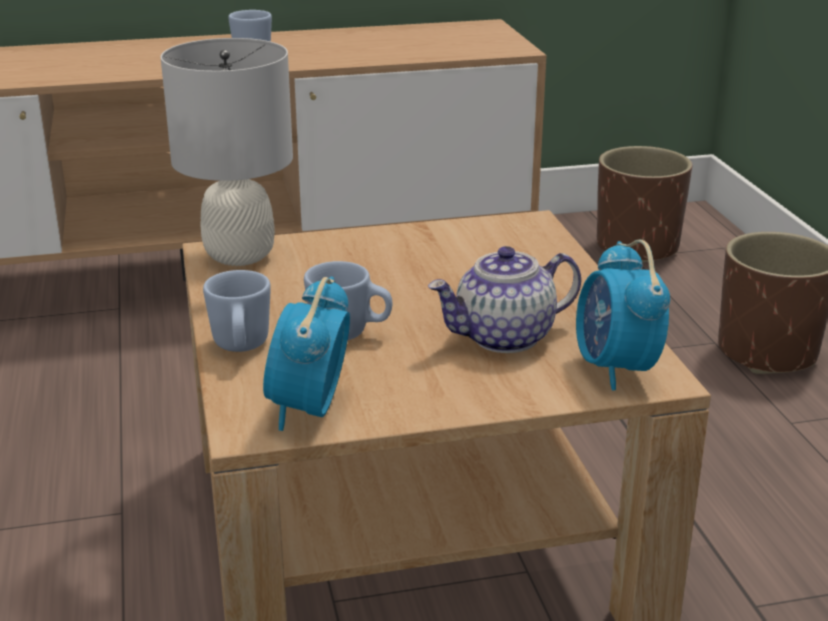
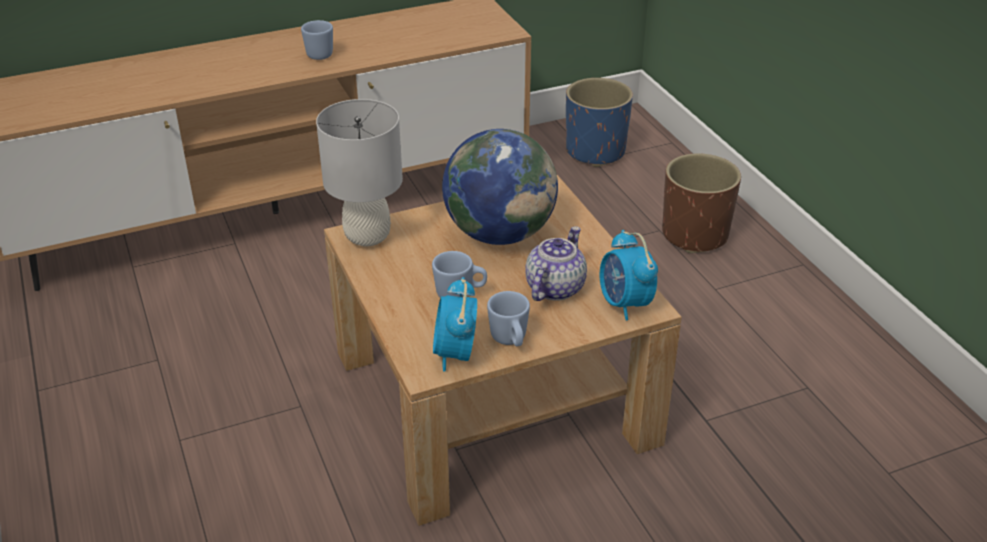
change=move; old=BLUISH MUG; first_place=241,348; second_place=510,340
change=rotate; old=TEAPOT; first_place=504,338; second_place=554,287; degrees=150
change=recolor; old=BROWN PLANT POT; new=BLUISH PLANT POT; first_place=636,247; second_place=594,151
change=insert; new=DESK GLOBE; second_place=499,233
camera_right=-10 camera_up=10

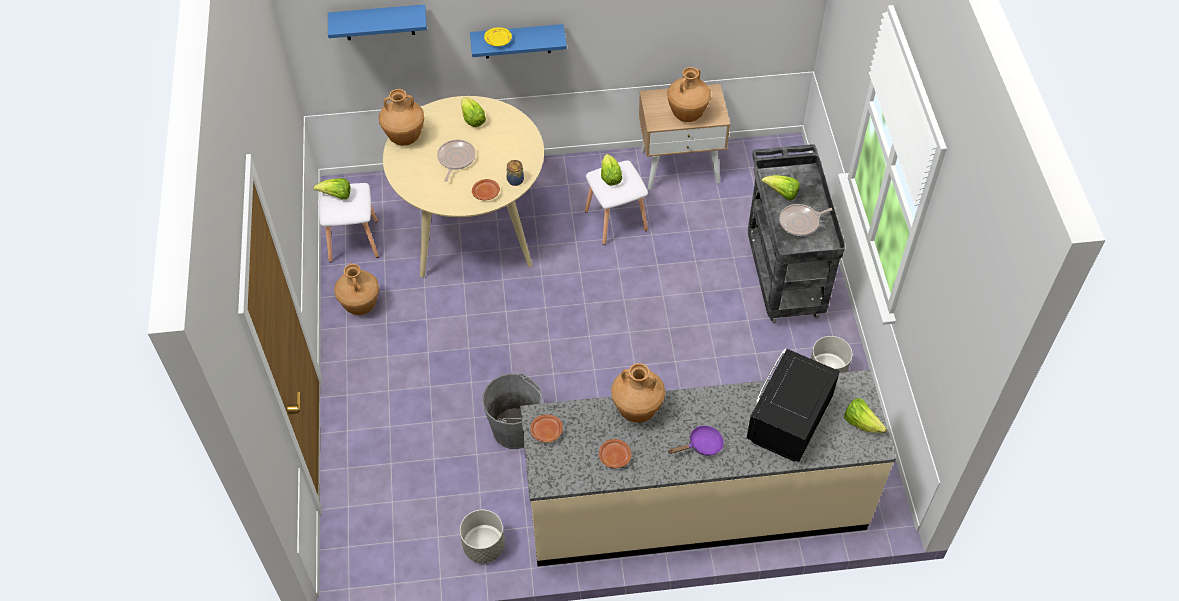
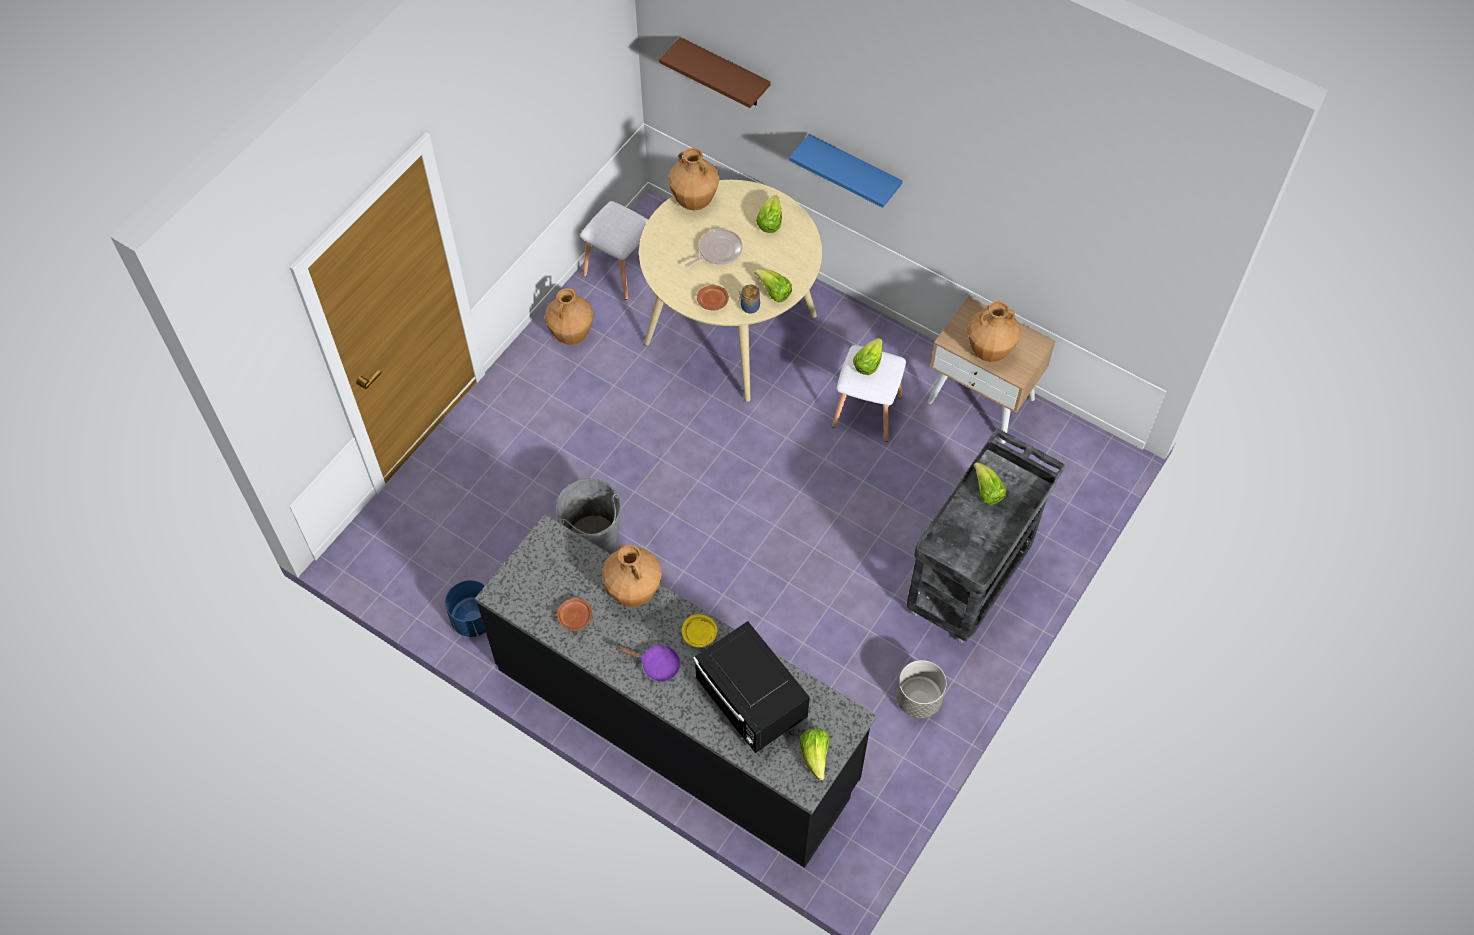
change=move; old=HEAD OF LETTUCE; first_place=336,195; second_place=774,292
change=recolor; old=BLUISH SHELF; new=BROWN SHELF; first_place=379,22; second_place=725,74
change=recolor; old=GREYISH PLANT POT; new=BLUISH PLANT POT; first_place=483,546; second_place=473,619
change=move; old=YELLOW DINNER PLATE; first_place=498,40; second_place=699,634
change=recolor; old=BEIGE-COLOURED KITCHEN BASE UNIT; new=BLACKISH KITCHEN BASE UNIT; first_place=695,505; second_place=677,724
change=delete; old=BROWN DINNER PLATE; first_place=546,431
change=rotate; old=BLACKISH MICROWAVE; first_place=787,421; second_place=751,702; degrees=-105
change=delete; old=SKILLET; first_place=801,222
camera_right=40 camera_up=5

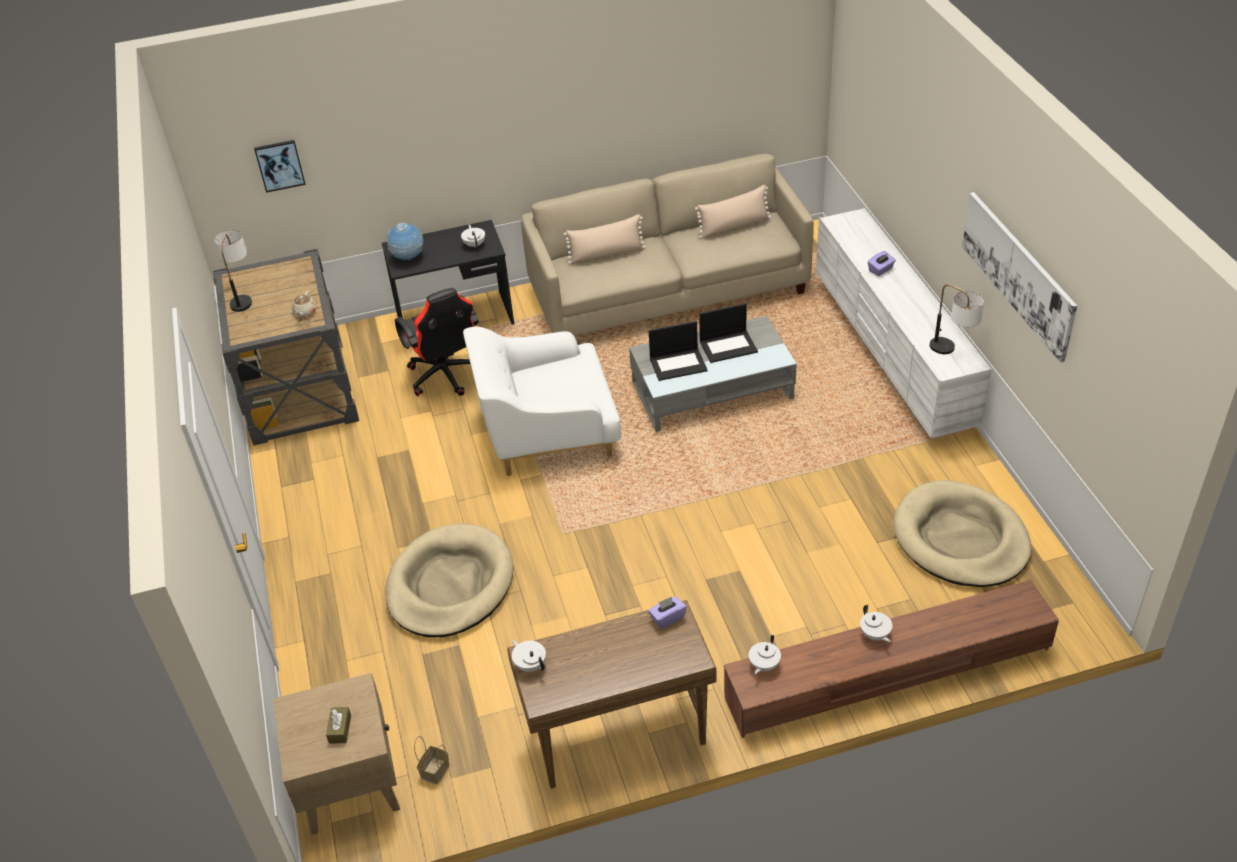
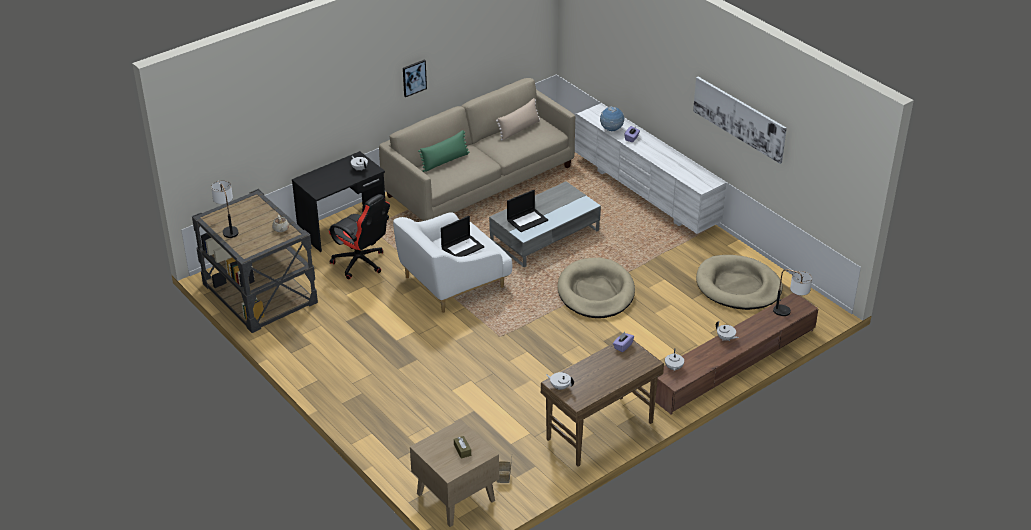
change=move; old=WALL PICTURE; first_place=279,165; second_place=414,77
change=move; old=BEIGE-COLOURED PET BED; first_place=450,585; second_place=596,292
change=move; old=DESK GLOBE; first_place=408,258; second_place=611,130
change=recolor; old=BEIGE-COLOURED THROW PILLOW; new=GREEN THROW PILLOW; first_place=606,254; second_place=445,161
change=move; old=LAPTOP; first_place=728,346; second_place=462,247
change=move; old=TABLE LAMP; first_place=952,352; second_place=790,313
camera_right=-25 camera_up=-5

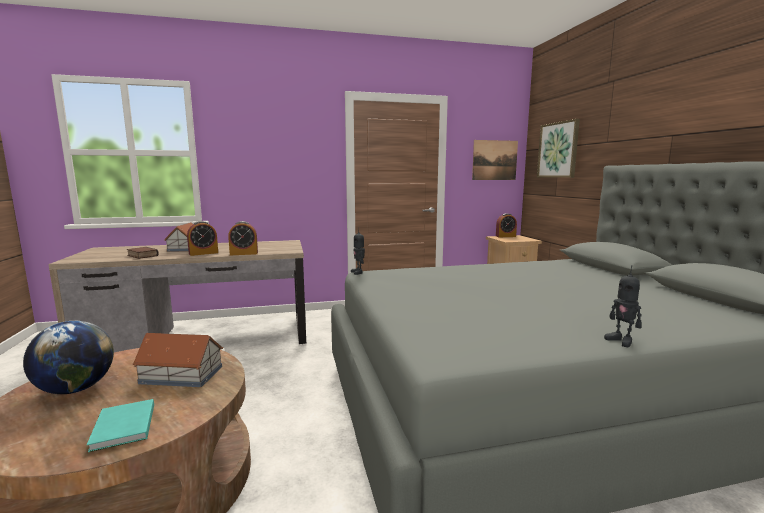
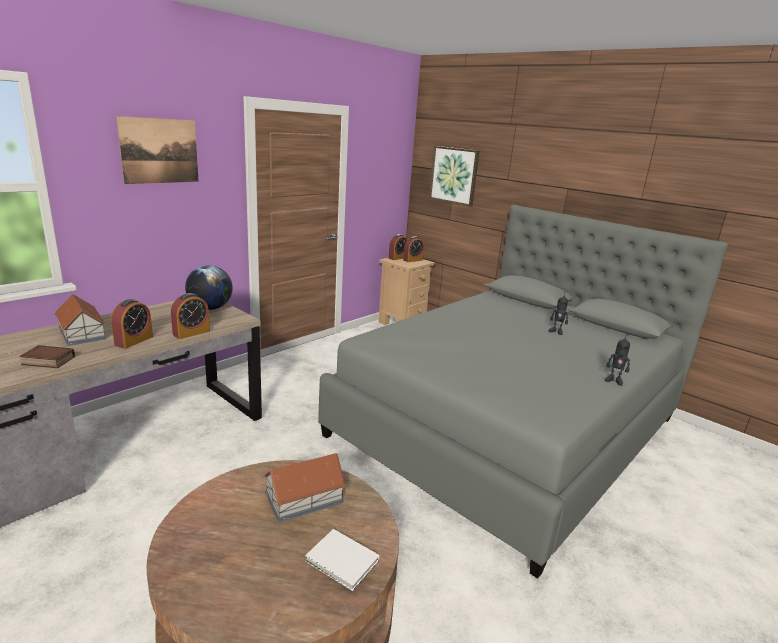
change=move; old=DESK GLOBE; first_place=75,389; second_place=210,308
change=recolor; old=TURQUOISE BOUND BOOK; new=WHITISH BOUND BOOK; first_place=122,428; second_place=343,562
change=move; old=ROBOT FIGURE; first_place=358,272; second_place=556,331
change=move; old=WALL PICTURE; first_place=494,160; second_place=160,151
change=insert; new=BEDSIDE CLOCK; second_place=413,260
camera_right=-35 camera_up=10

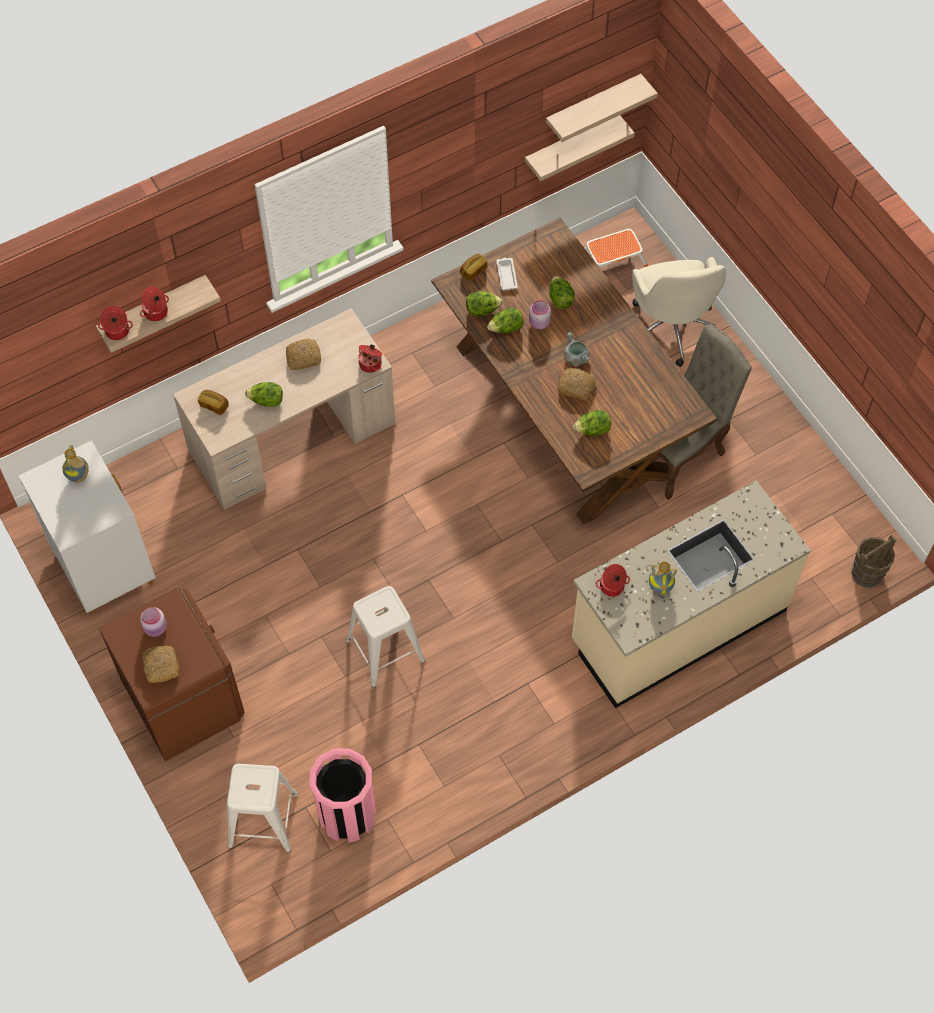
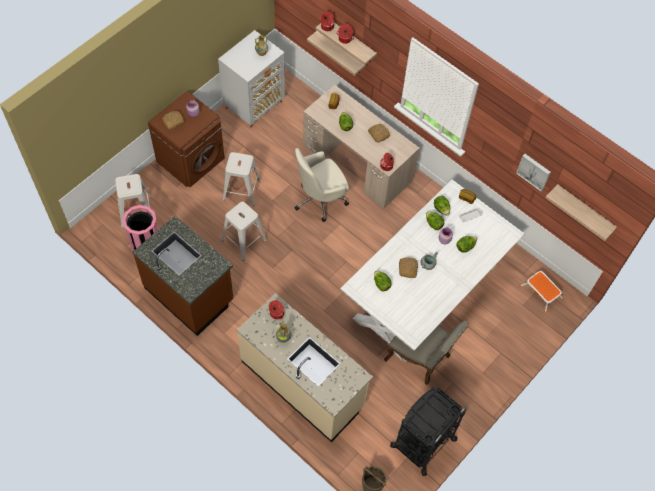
change=recolor; old=BROWN KITCHEN TABLE; new=WHITISH KITCHEN TABLE; first_place=566,409; second_place=425,292
change=move; old=SHELF; first_place=571,146; second_place=341,52
change=move; old=BEIGE-COLOURED DESK CHAIR; first_place=670,328; second_place=320,200
change=insert; new=BROWN KITCHEN BASE UNIT; second_place=190,294
change=insert; new=WHITISH STOOL; second_place=241,190
change=insert; new=BLACKISH WHEELED CART; second_place=423,442
change=insert; new=WALL PICTURE; second_place=534,171
camera_right=70 camera_up=0

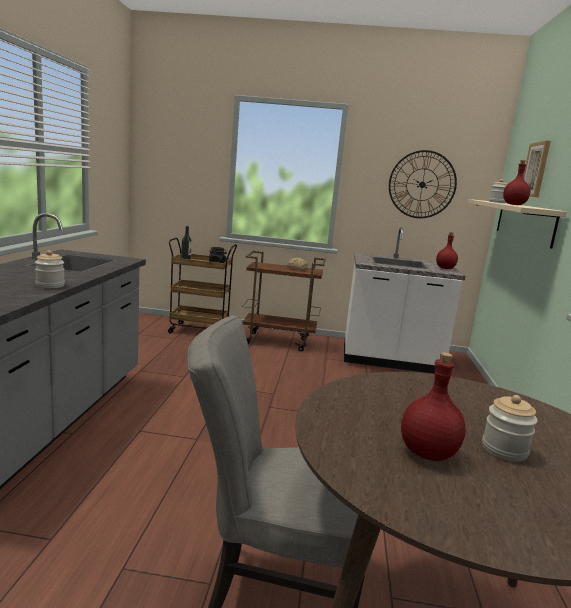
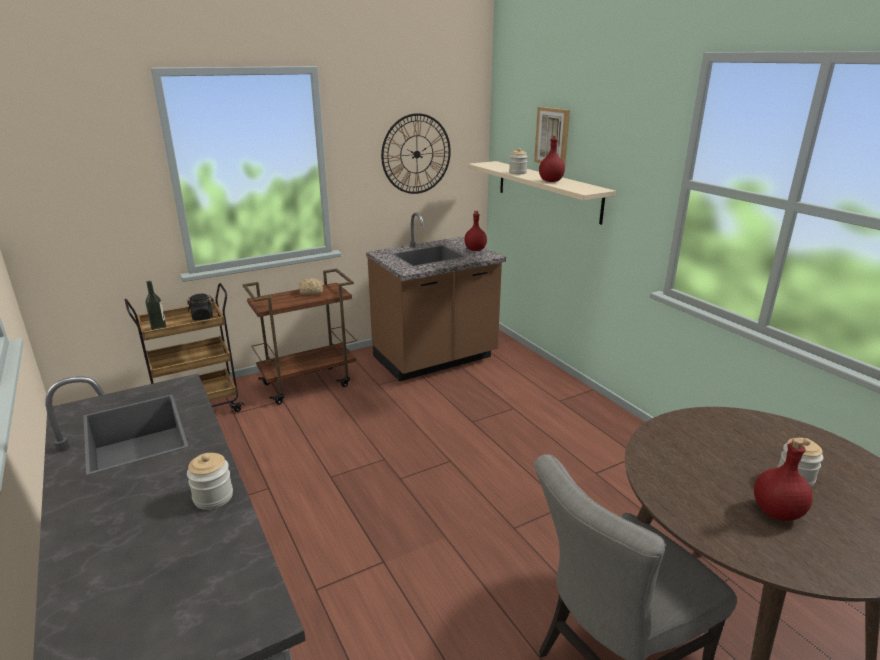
change=recolor; old=WHITISH KITCHEN BASE UNIT; new=BROWN KITCHEN BASE UNIT; first_place=390,360; second_place=435,359
camera_right=-35 camera_up=10

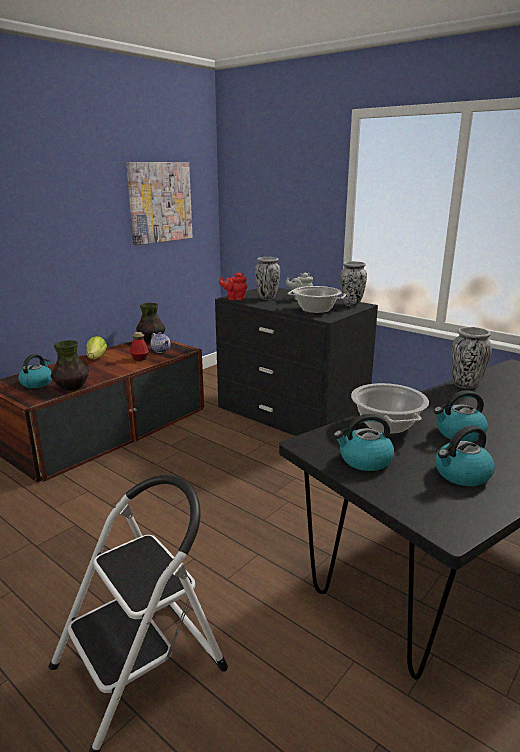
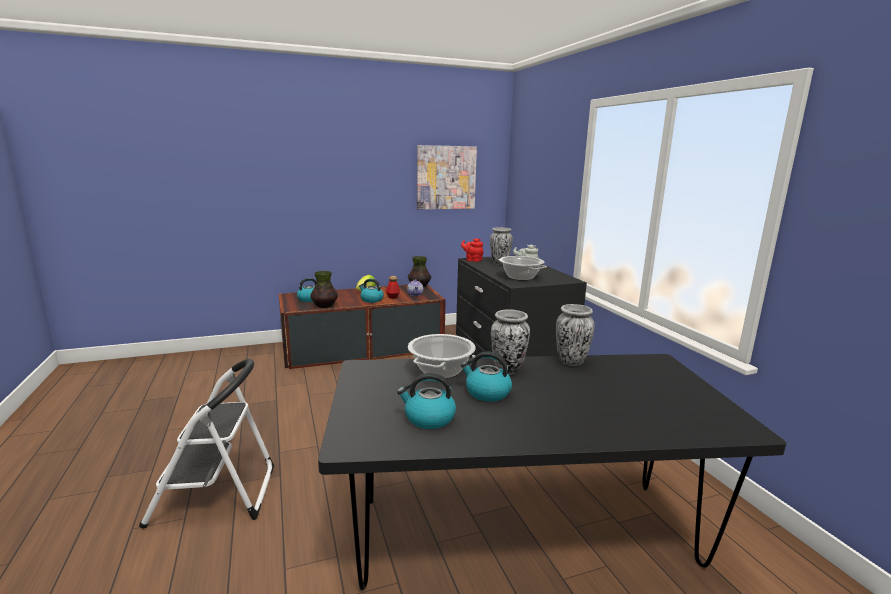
change=move; old=WATER KETTLE; first_place=364,460; second_place=371,300
change=move; old=DECORATIVE VASE; first_place=351,304; second_place=508,370
camera_right=30 camera_up=-5

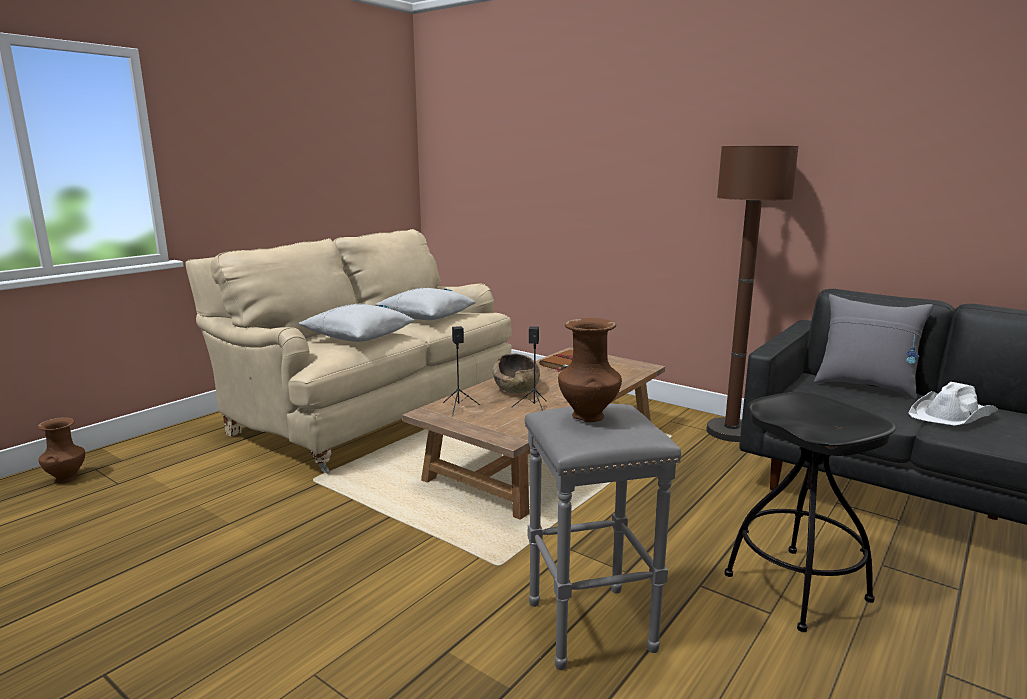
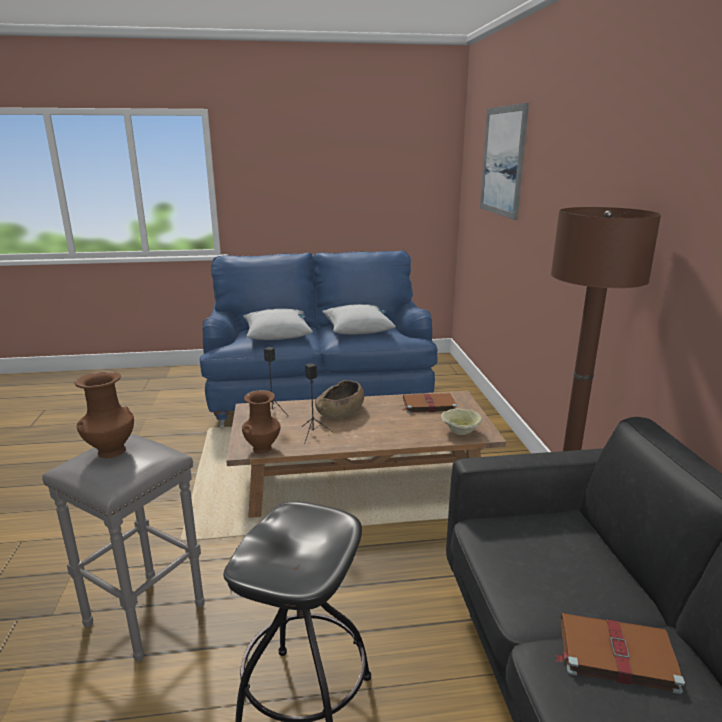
change=move; old=BROWN DECORATIVE VASE; first_place=67,478; second_place=263,448
change=recolor; old=BEIGE-COLOURED SETTEE; new=BLUISH SETTEE; first_place=367,410; second_place=319,392
change=delete; old=GREYISH THROW PILLOW; first_place=864,387
change=replace; old=WHITISH CLOTHING HAT; new=BROWN BOUND BOOK; first_place=952,415; second_place=614,653
change=insert; new=BEIGE-COLOURED BOWL; second_place=459,431
change=insert; new=WALL PICTURE; second_place=503,161
camera_right=45 camera_up=5

